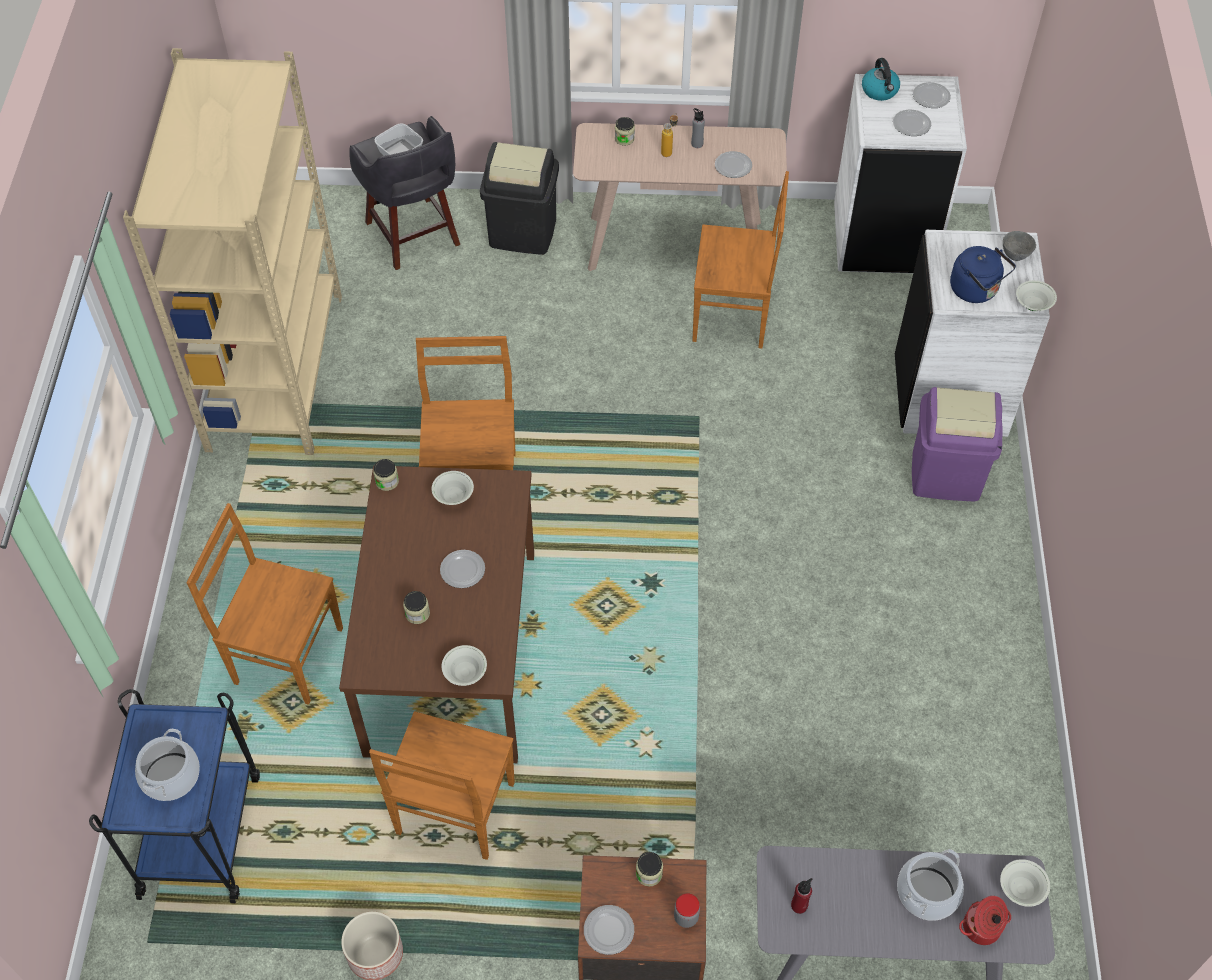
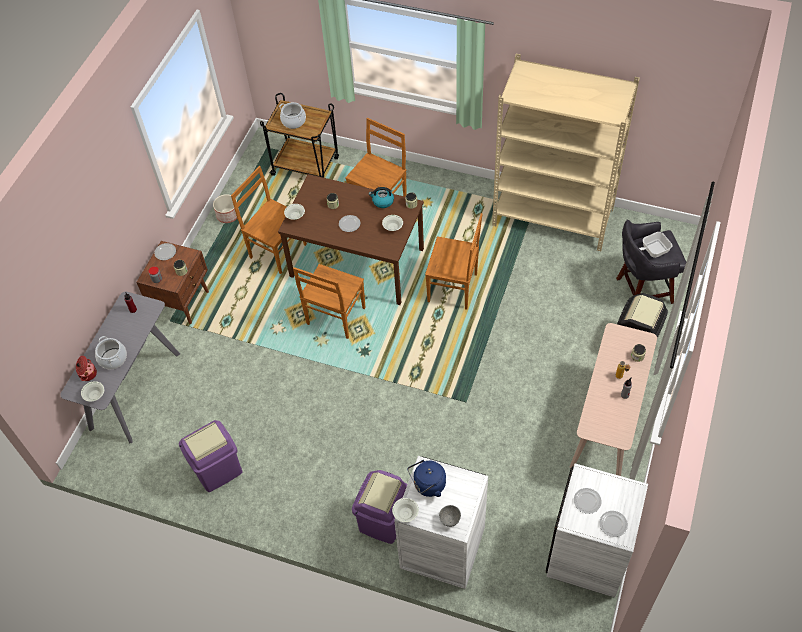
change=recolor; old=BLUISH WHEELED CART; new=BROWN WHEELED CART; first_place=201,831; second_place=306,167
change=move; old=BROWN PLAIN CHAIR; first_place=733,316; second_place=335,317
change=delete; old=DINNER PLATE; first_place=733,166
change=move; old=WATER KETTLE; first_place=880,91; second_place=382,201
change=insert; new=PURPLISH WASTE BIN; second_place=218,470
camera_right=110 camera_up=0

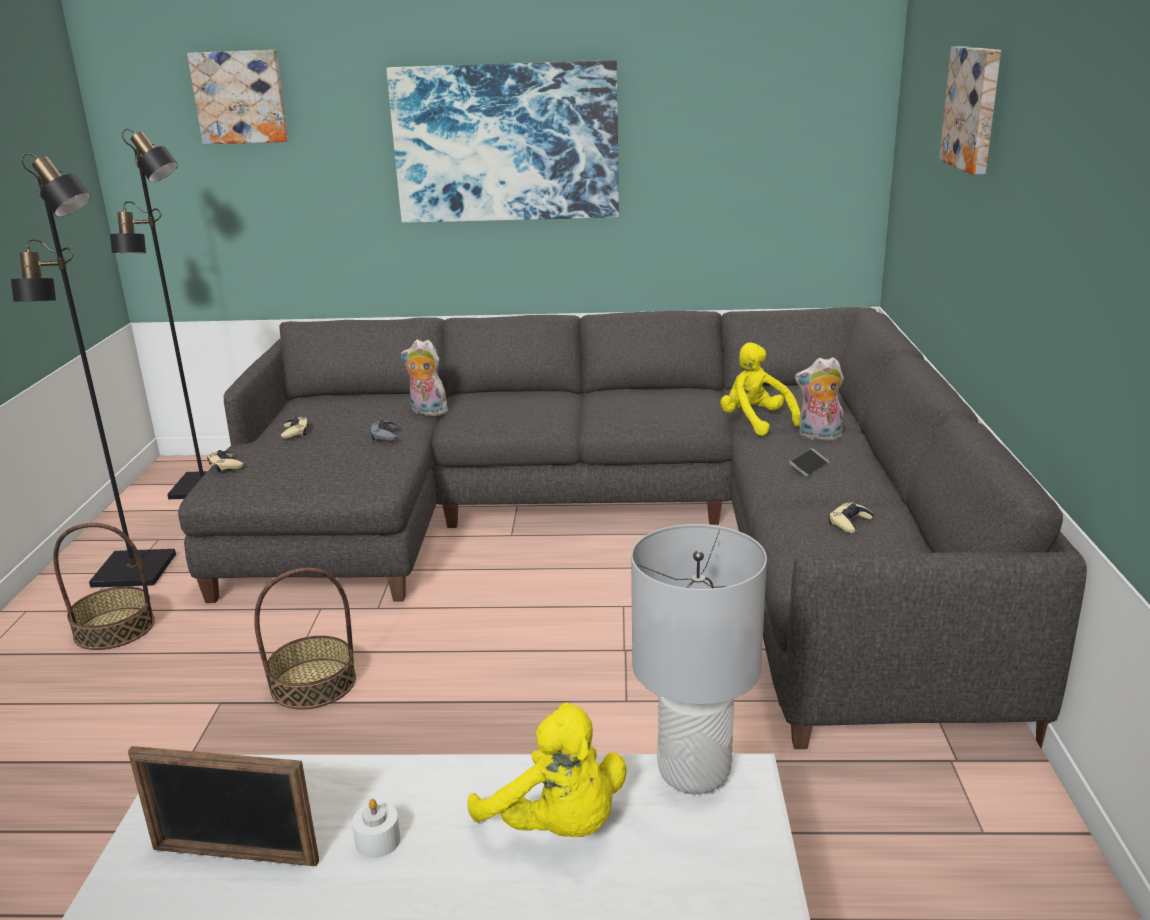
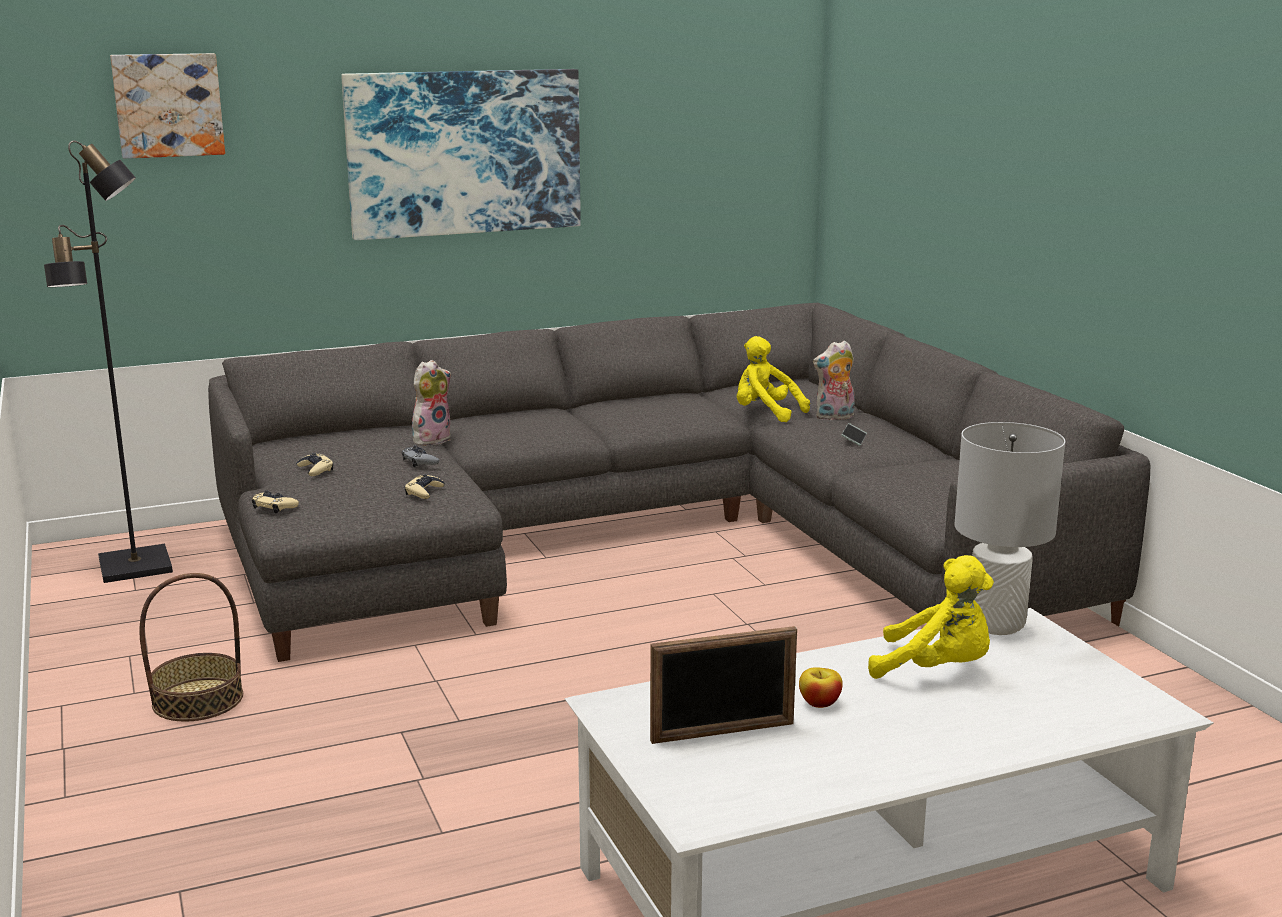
change=delete; old=BLACKISH FLOOR LAMP; first_place=134,570
change=delete; old=HOUSEHOLD BASKET; first_place=313,683
change=replace; old=WHITISH WAX LIGHT; new=WHOLE APPLE; first_place=378,841; second_place=819,703
change=rotate; old=PLUSH TOY; first_place=426,412; second_place=431,439; degrees=135
change=move; old=BEIGE-COLOURED JOYPAD; first_place=849,522; second_place=424,491
change=delete; old=WALL PICTURE; first_place=974,108
camera_right=-25 camera_up=-5

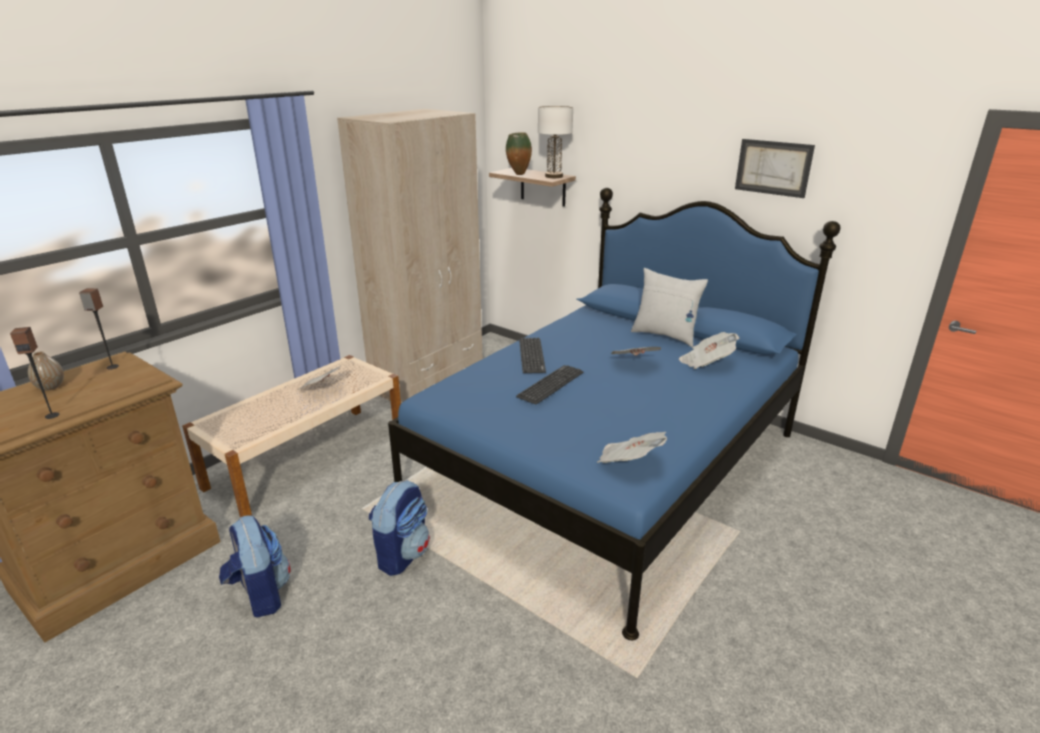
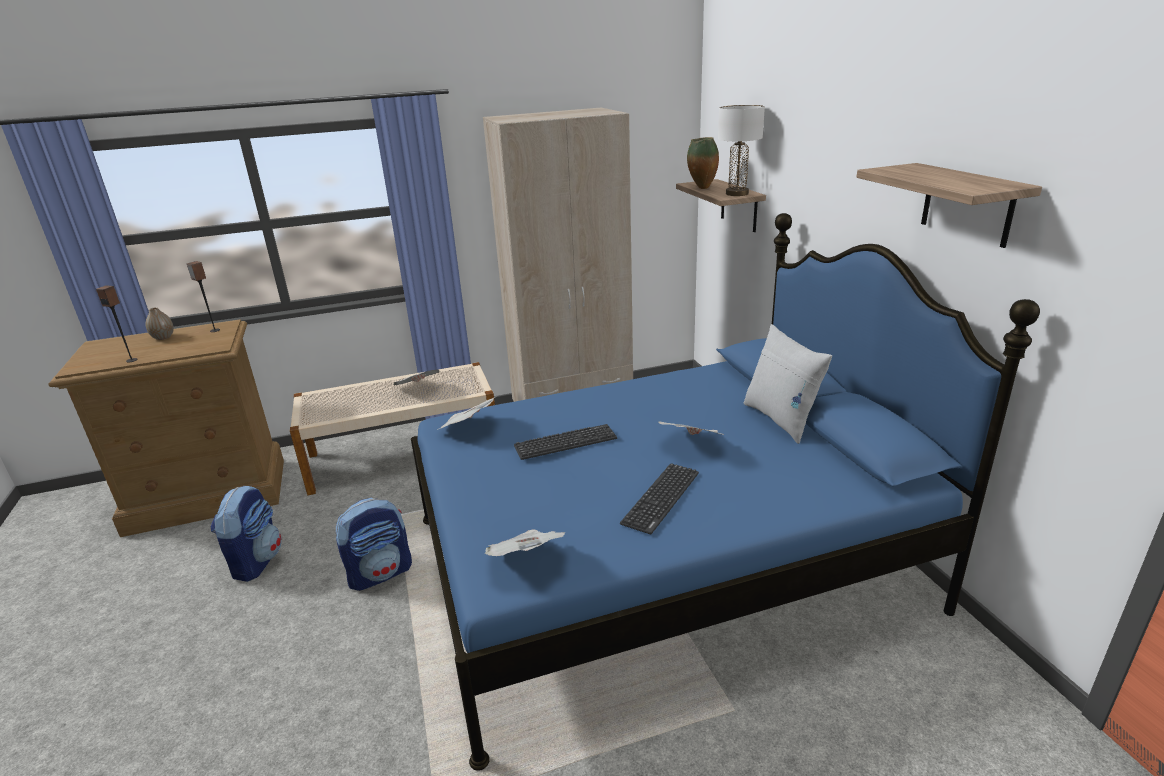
change=move; old=COMPUTER KEYBOARD; first_place=531,356; second_place=661,498
change=move; old=DAILY PAPER; first_place=706,363; second_place=468,428
change=replace; old=WALL PICTURE; new=SHELF; first_place=773,168; second_place=967,204
camera_right=35 camera_up=0

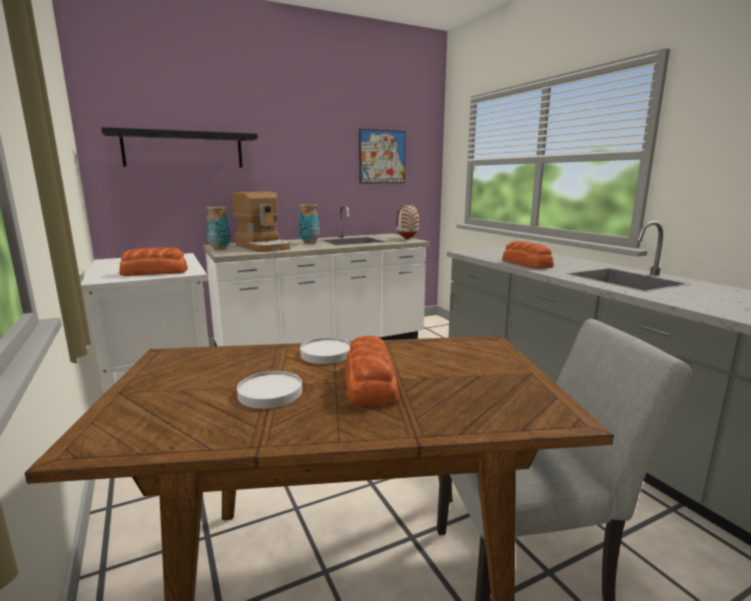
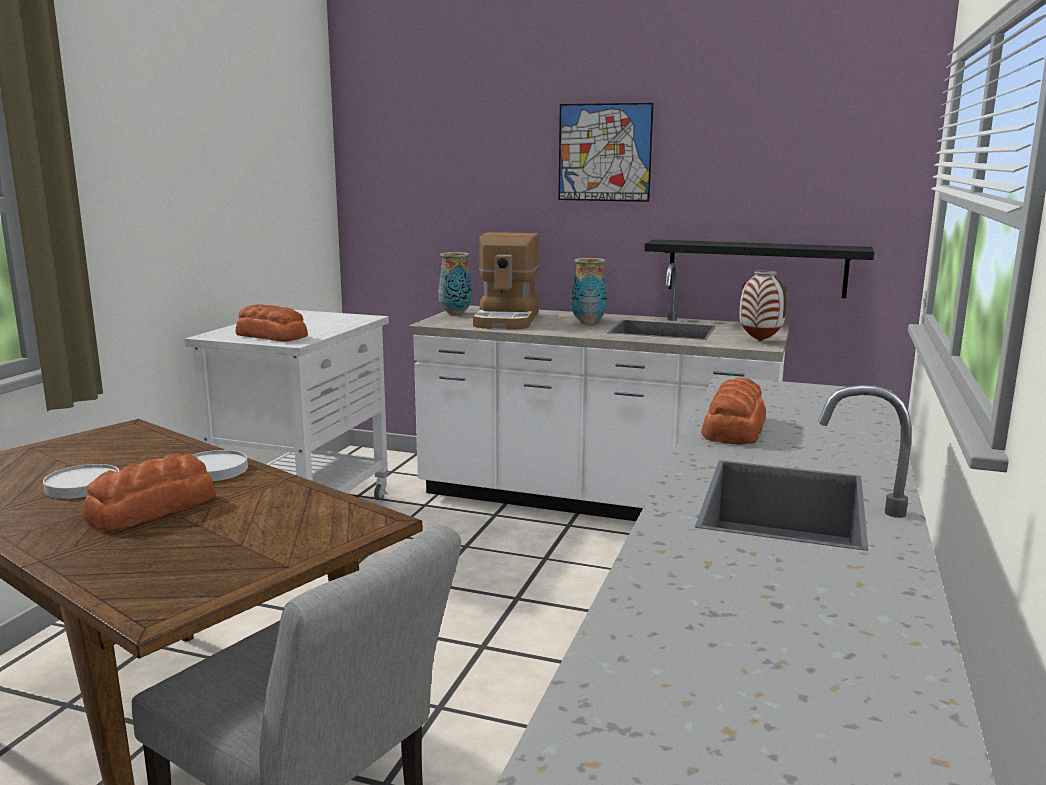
change=move; old=BLACKISH SHELF; first_place=184,150; second_place=756,268
change=move; old=WALL PICTURE; first_place=382,157; second_place=604,152
camera_right=45 camera_up=0

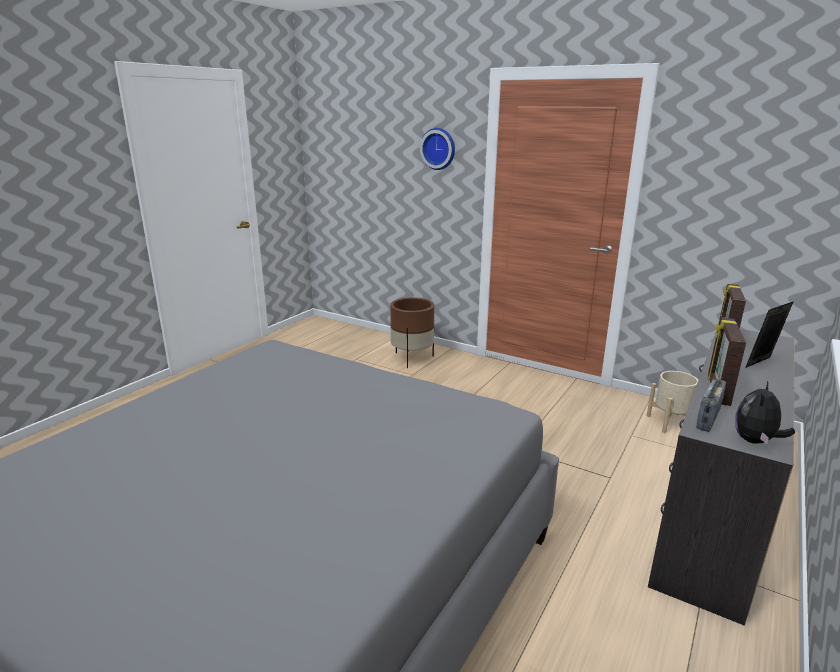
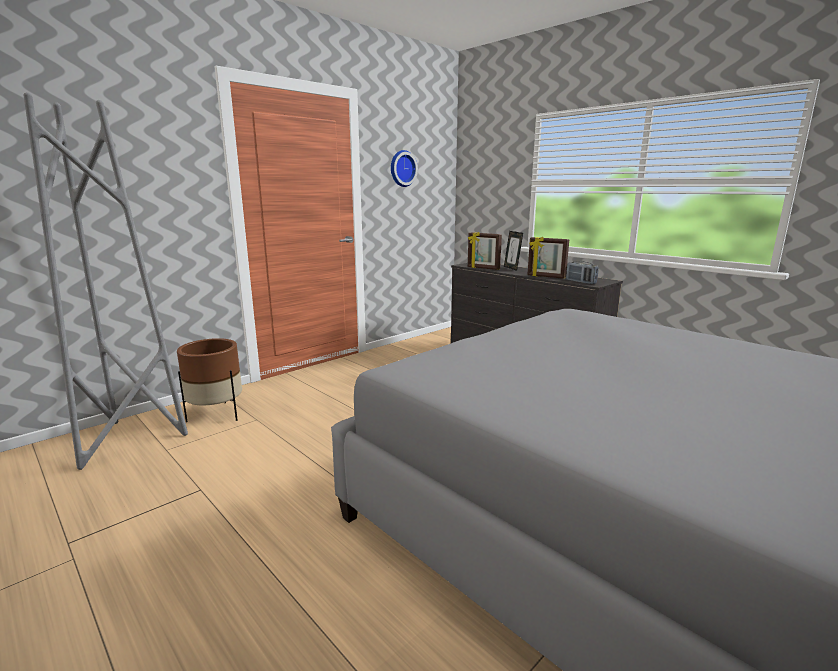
change=move; old=CLOCK ON THE WALL; first_place=439,148; second_place=402,168
change=delete; old=BEIGE-COLOURED PLANT POT; first_place=670,422
change=delete; old=PLUSH TOY; first_place=755,441
change=insert; new=GREYISH CLOTHES RACK; second_place=129,441
camera_right=-75 camera_up=-5

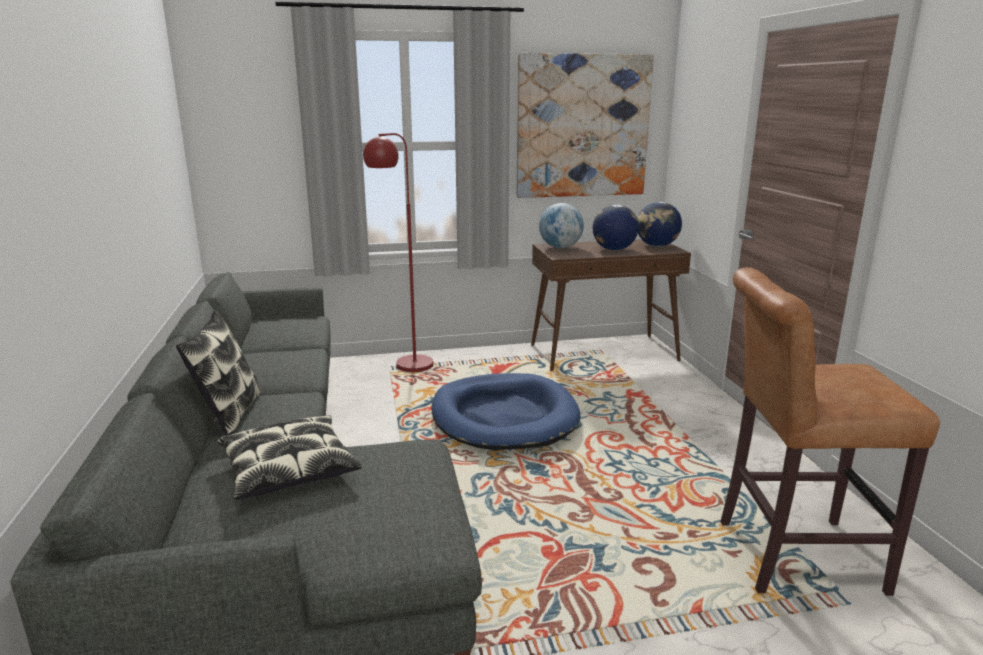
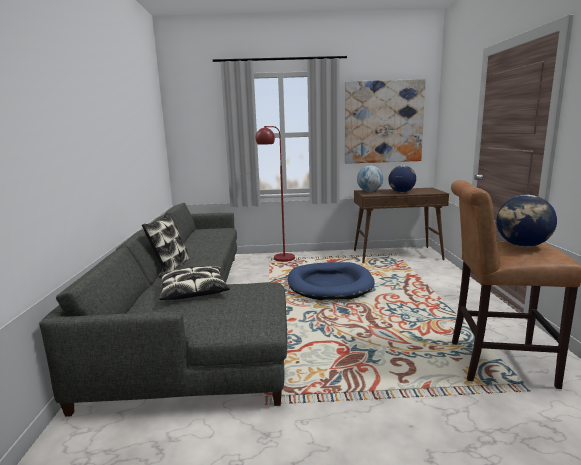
change=move; old=DESK GLOBE; first_place=657,246; second_place=522,245
camera_right=10 camera_up=-5

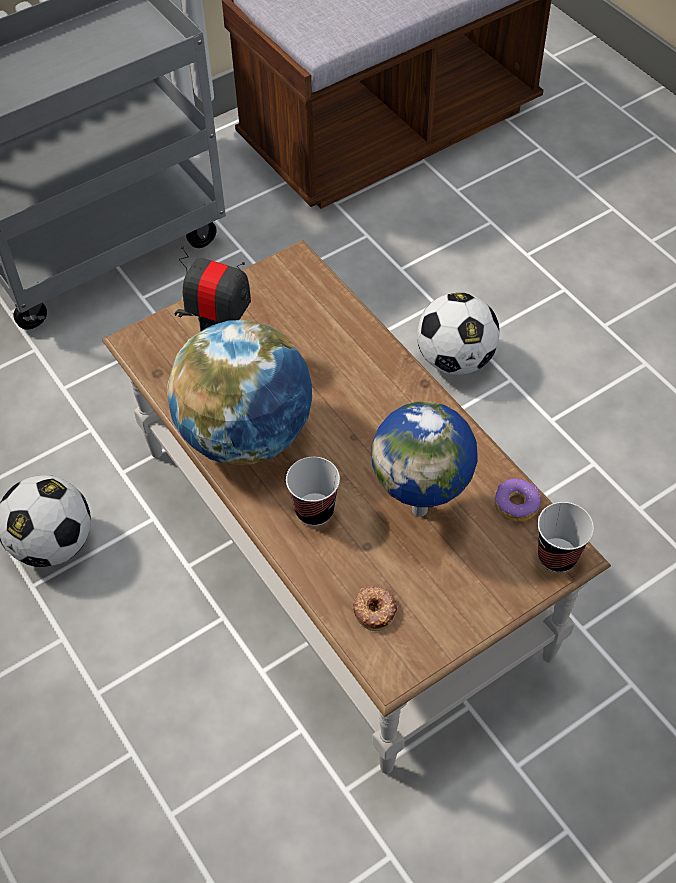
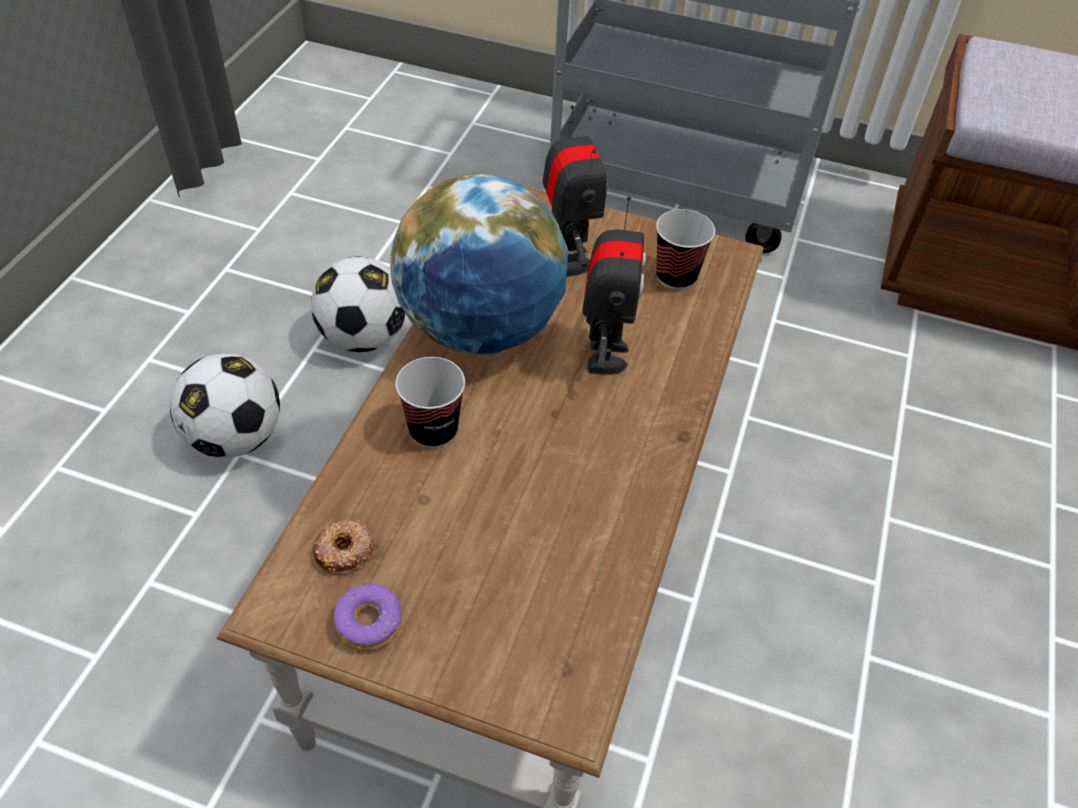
change=delete; old=DESK GLOBE; first_place=422,508
change=move; old=FOOTBALL; first_place=455,360; second_place=235,438
change=move; old=DONUT; first_place=516,504; second_place=369,623
change=move; old=CUP; first_place=557,556; second_place=676,277
change=insert; new=ROBOT FIGURE; second_place=604,355
camera_right=50 camera_up=-5

